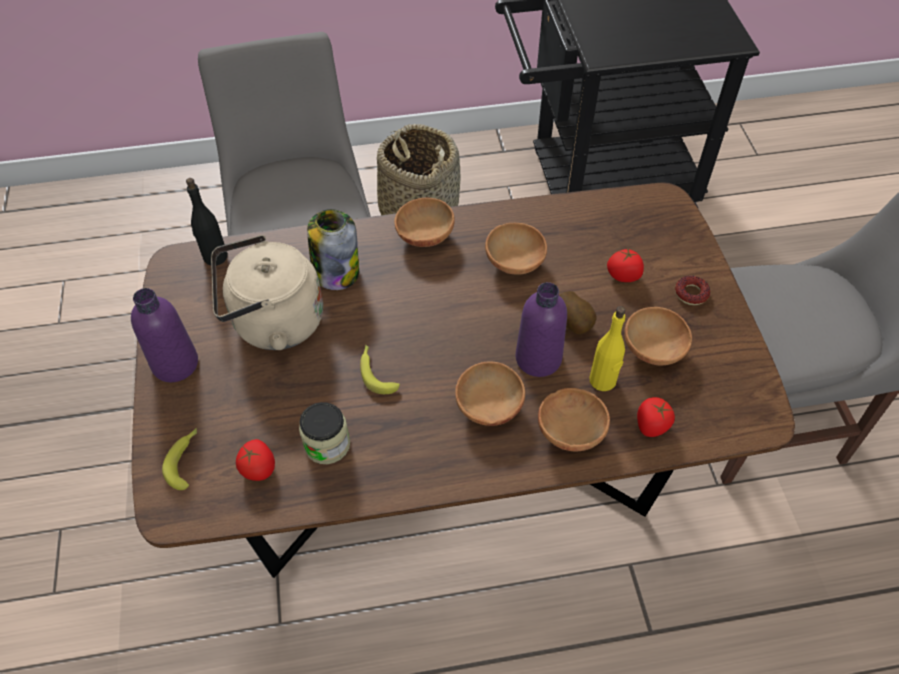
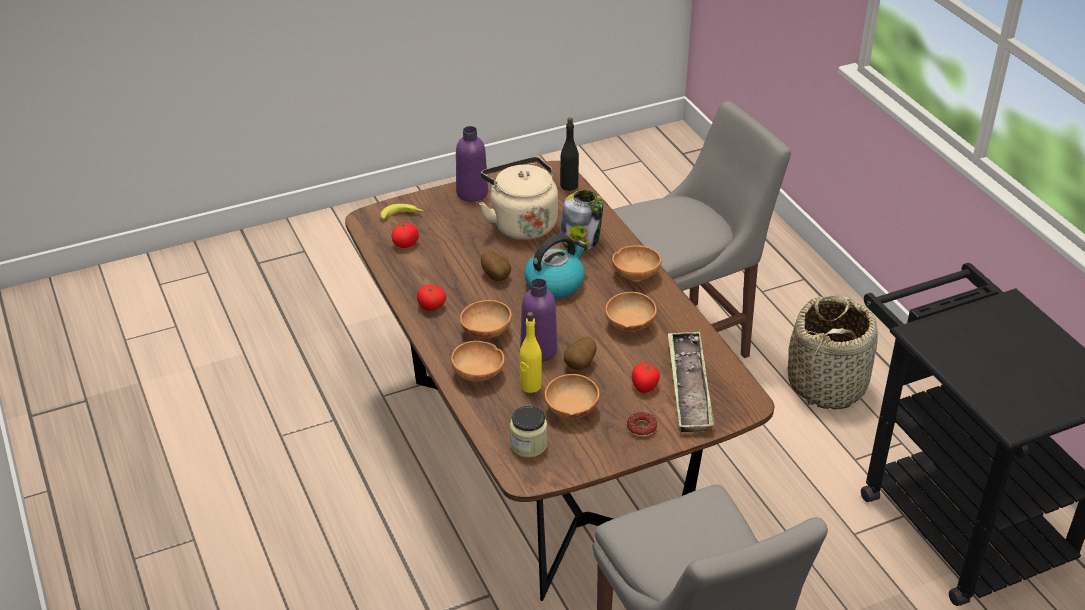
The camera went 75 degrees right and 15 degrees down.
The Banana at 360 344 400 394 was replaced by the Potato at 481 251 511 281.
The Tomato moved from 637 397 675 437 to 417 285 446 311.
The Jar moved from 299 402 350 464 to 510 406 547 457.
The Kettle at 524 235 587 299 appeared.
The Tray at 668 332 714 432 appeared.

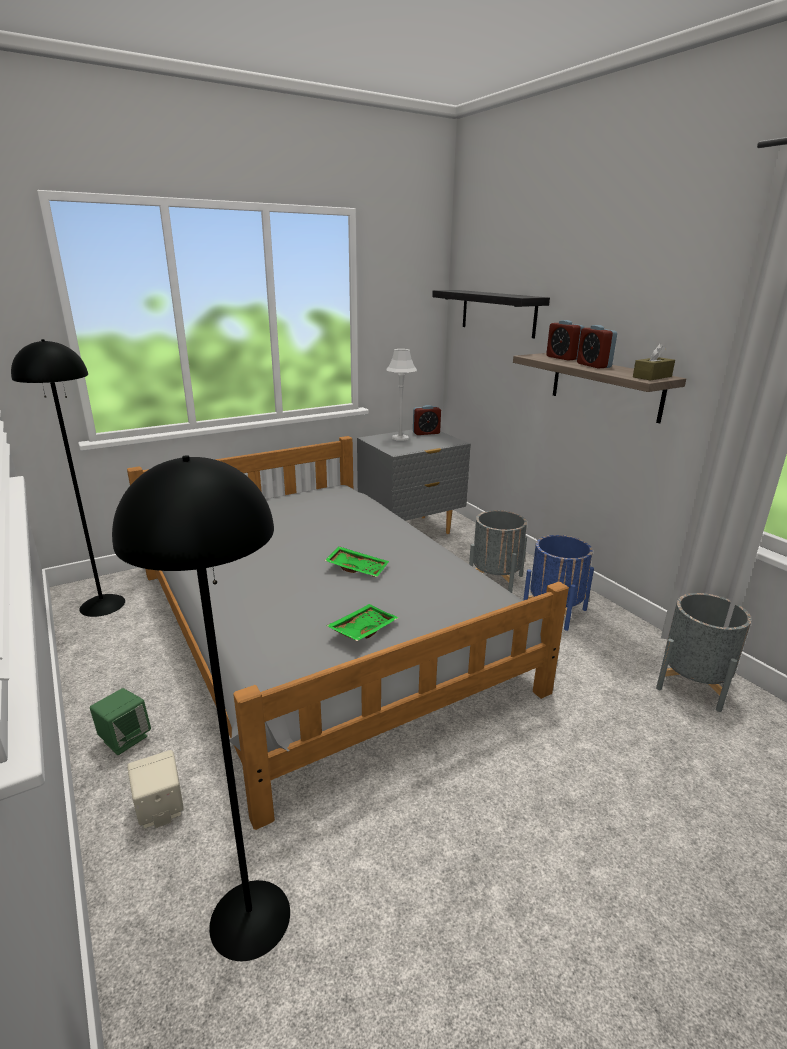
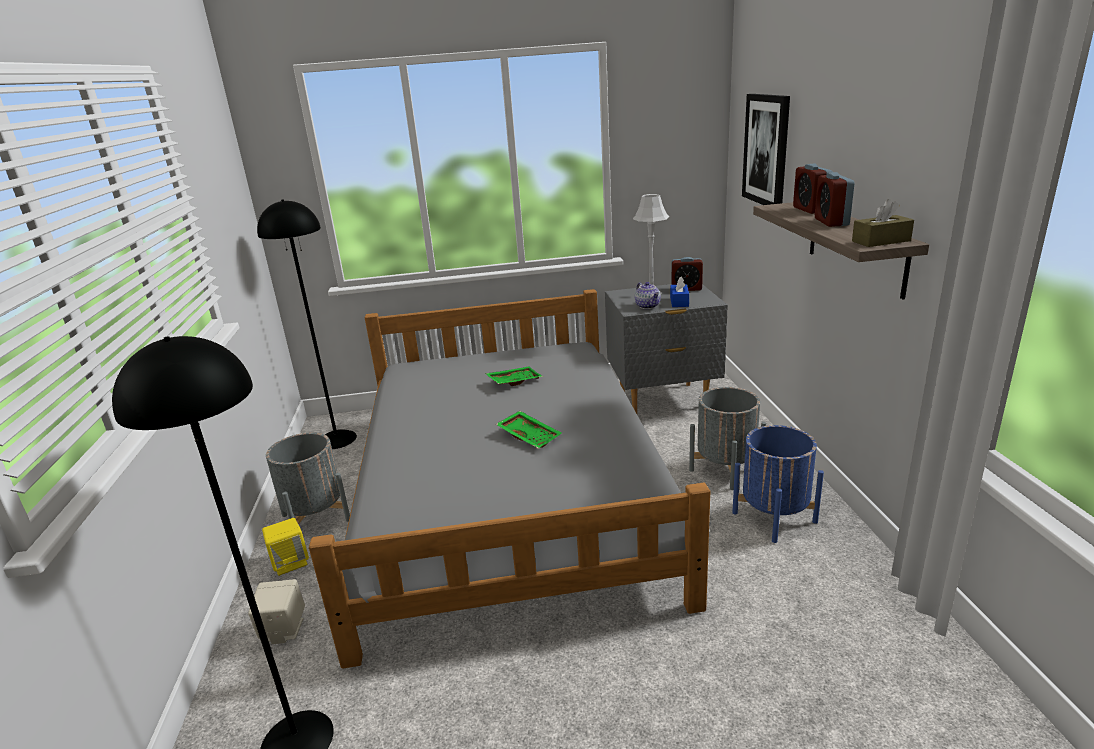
The camera went 25 degrees right and 0 degrees up.
The BlackShelf at 432 290 550 338 was replaced by the Picture at 742 94 790 205.
The GreyPlanter moved from 656 593 752 712 to 266 433 350 525.
The GreenTray moved from 326 604 399 641 to 485 366 543 386.
The GreenSpeaker at 90 688 151 755 became the YellowSpeaker at 262 518 309 576.
The BlueTissueBox at 670 277 689 307 appeared.
The Teapot at 635 282 661 309 appeared.

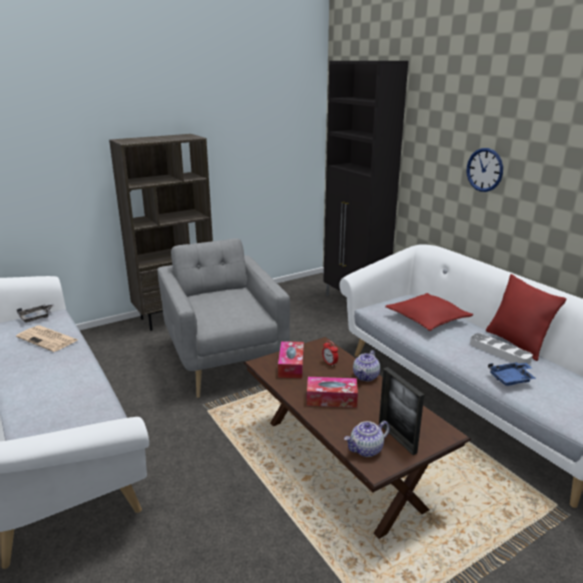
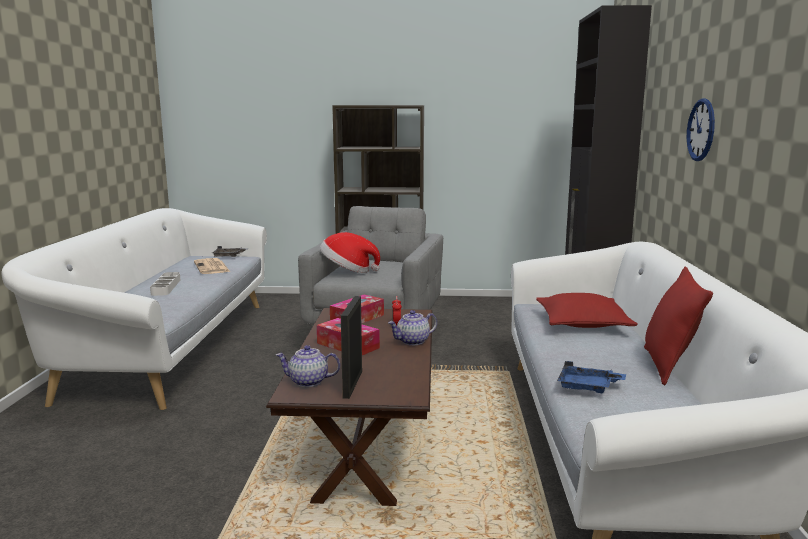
The camera went 35 degrees right and 10 degrees down.
The WhiteTray moved from 470 333 533 365 to 150 272 180 296.
The Hat at 320 232 380 273 appeared.

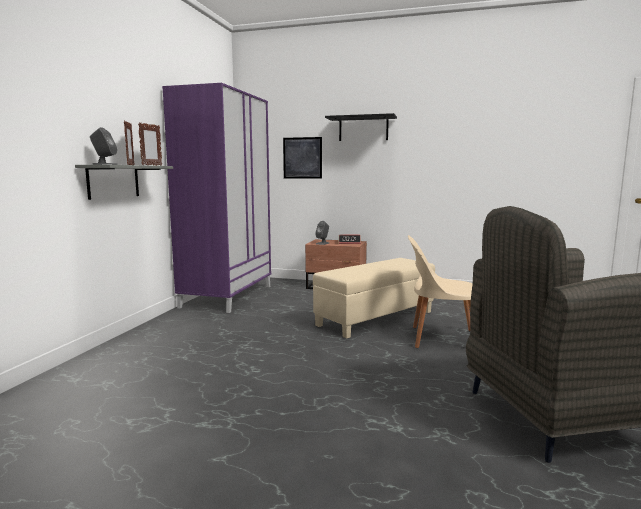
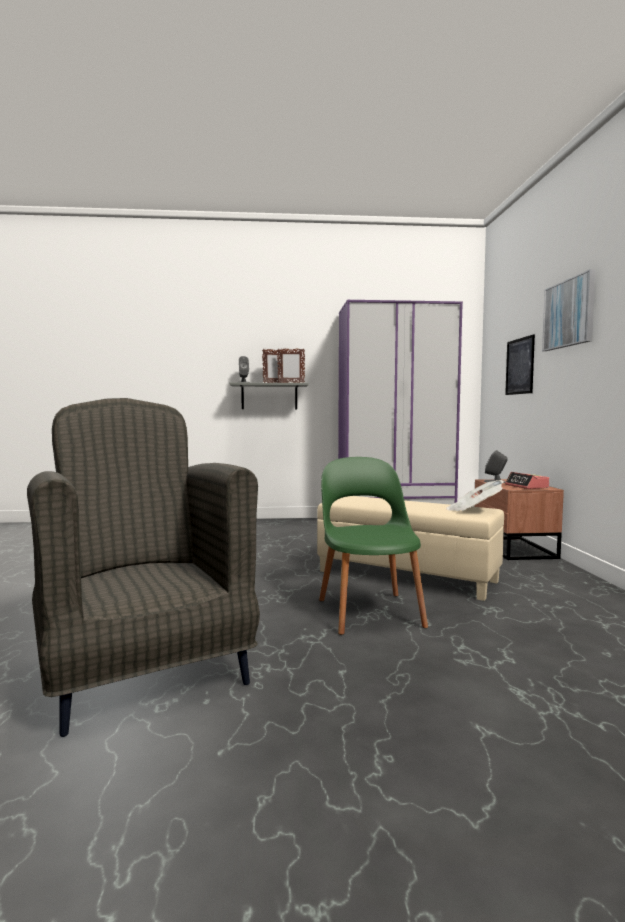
The camera went 70 degrees right and 5 degrees down.
The BlackShelf at 325 113 397 141 was replaced by the Picture at 542 269 596 351.
The BeigeChair at 408 235 473 348 became the GreenChair at 319 457 428 635.
The Newspaper at 446 480 504 511 appeared.

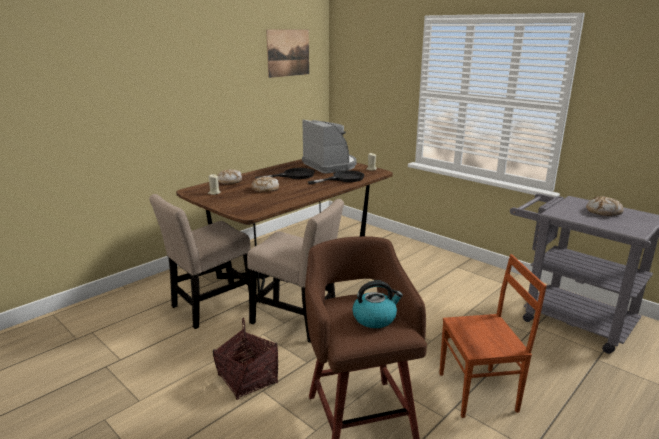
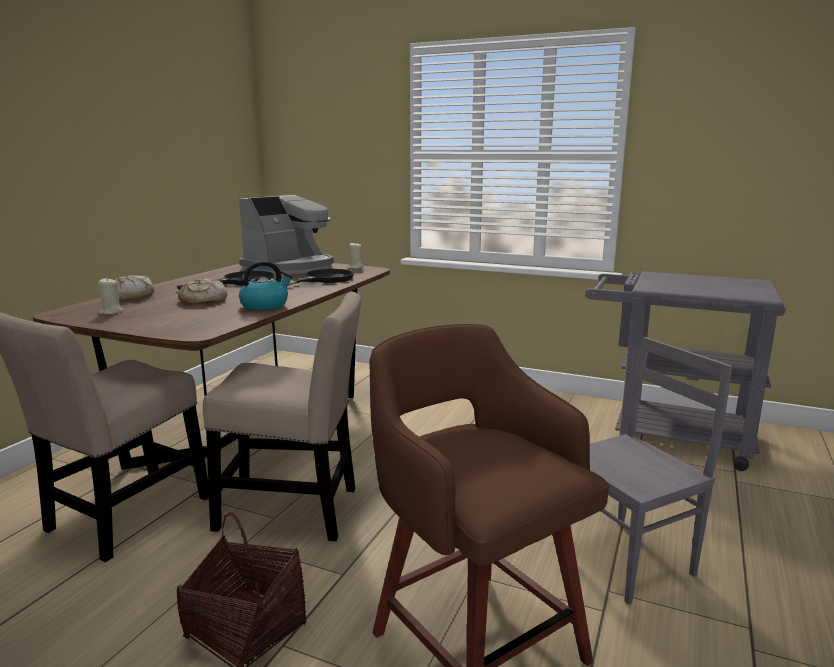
The camera went 20 degrees left and 5 degrees down.
The Picture at 266 29 309 78 disappeared.
The CoffeeMachine at 302 120 357 174 turned 90 degrees clockwise.
The Bread at 586 196 624 216 disappeared.
The BrownChair at 439 254 547 418 became the GreyChair at 590 337 733 605.
The Kettle moved from 352 281 403 328 to 239 261 293 311.

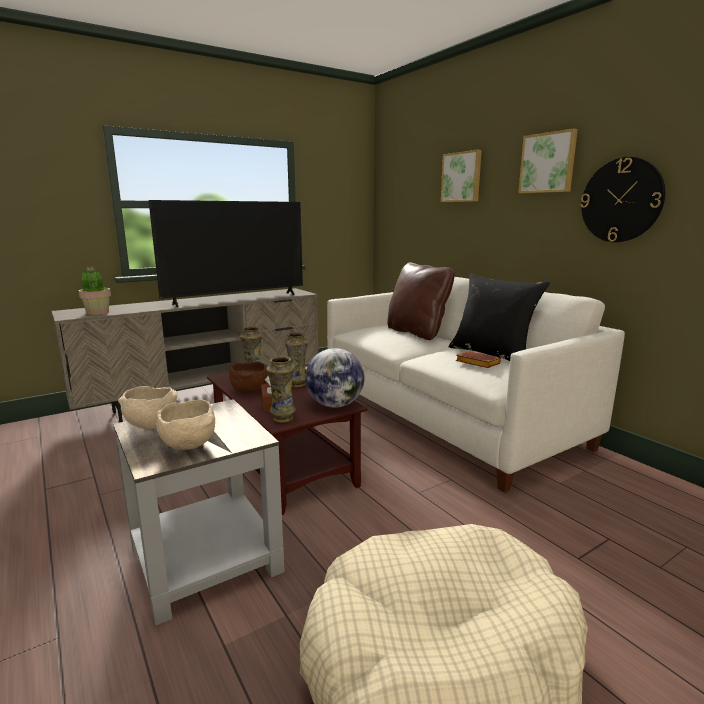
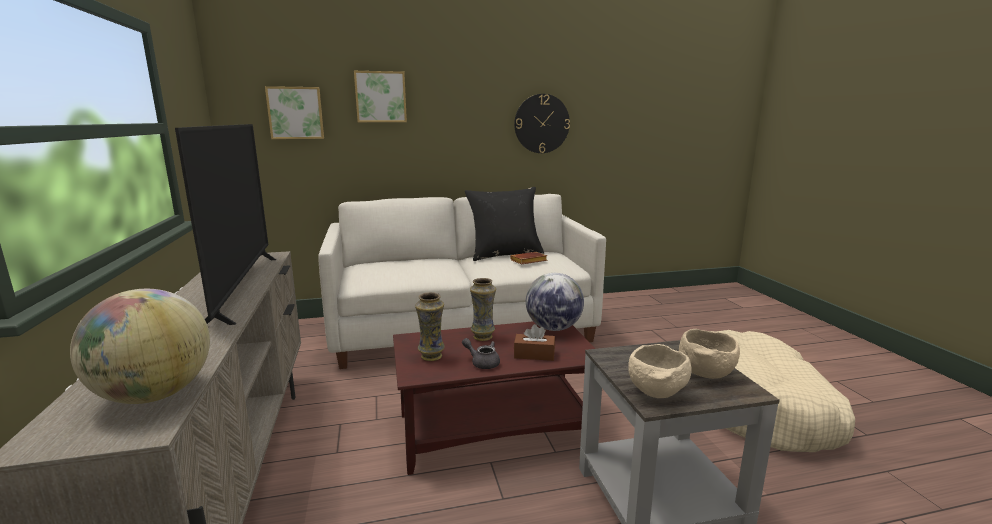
The camera went 70 degrees left and 0 degrees up.
The Picture moved from 518 129 578 193 to 265 86 324 139.
The BrownPillow at 387 263 455 340 disappeared.
The PottedPlant at 79 266 111 315 was replaced by the Globe at 70 289 210 404.
The Vase at 266 357 296 423 disappeared.
The BrownBowl at 229 362 268 393 was replaced by the GreyTeapot at 462 338 500 369.

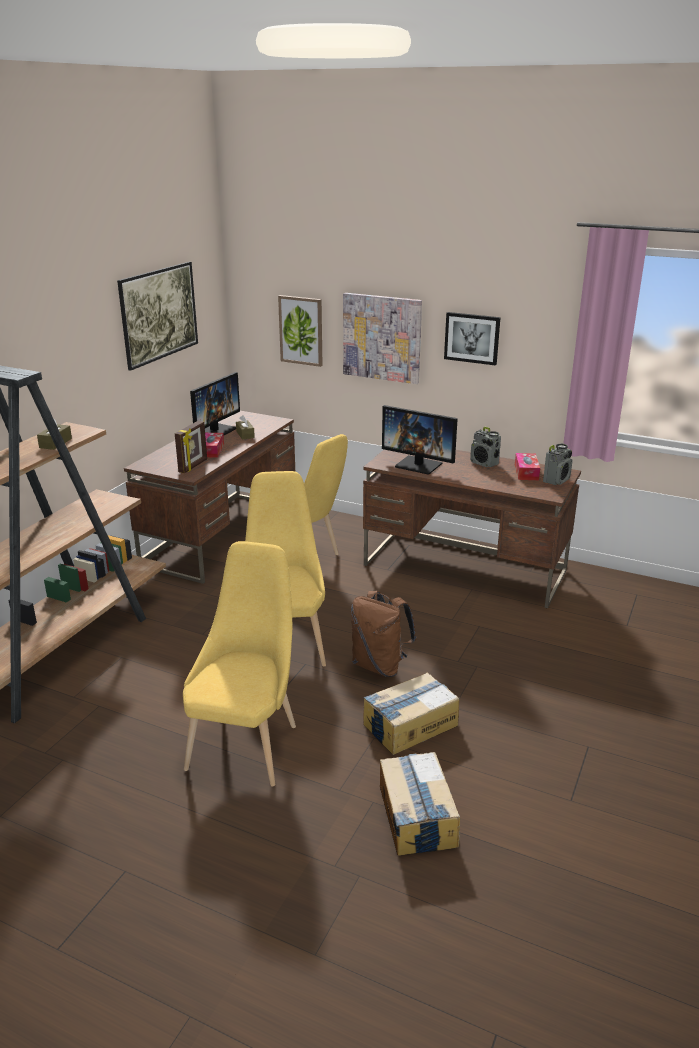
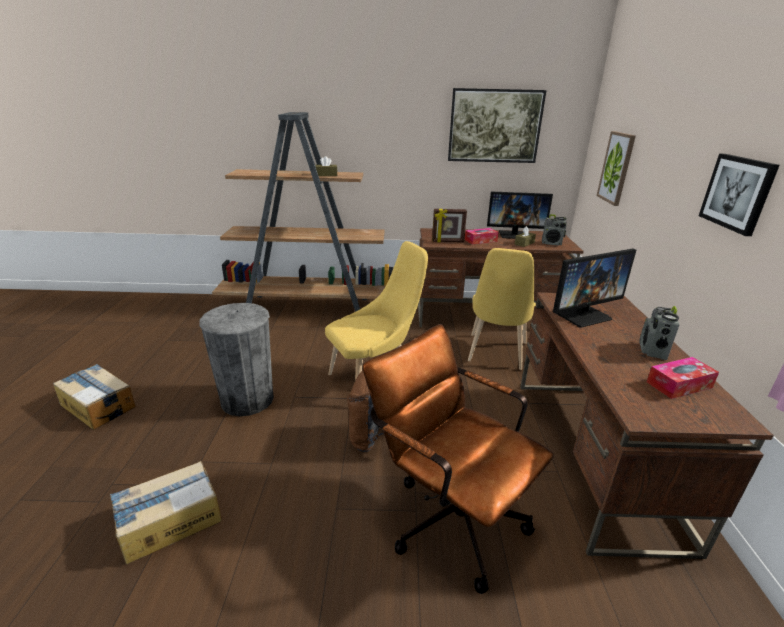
The camera went 65 degrees right and 0 degrees up.
The Picture at 343 293 422 384 disappeared.
The Monitor at 382 405 458 474 turned 120 degrees counterclockwise.
The Radio moved from 543 444 573 485 to 542 214 567 245.
The YellowChair at 183 541 296 787 was replaced by the GreyTrashCan at 199 303 274 416.
The CardboardBox moved from 363 673 459 755 to 53 364 136 430.
The BrownOfficeChair at 363 324 554 594 appeared.

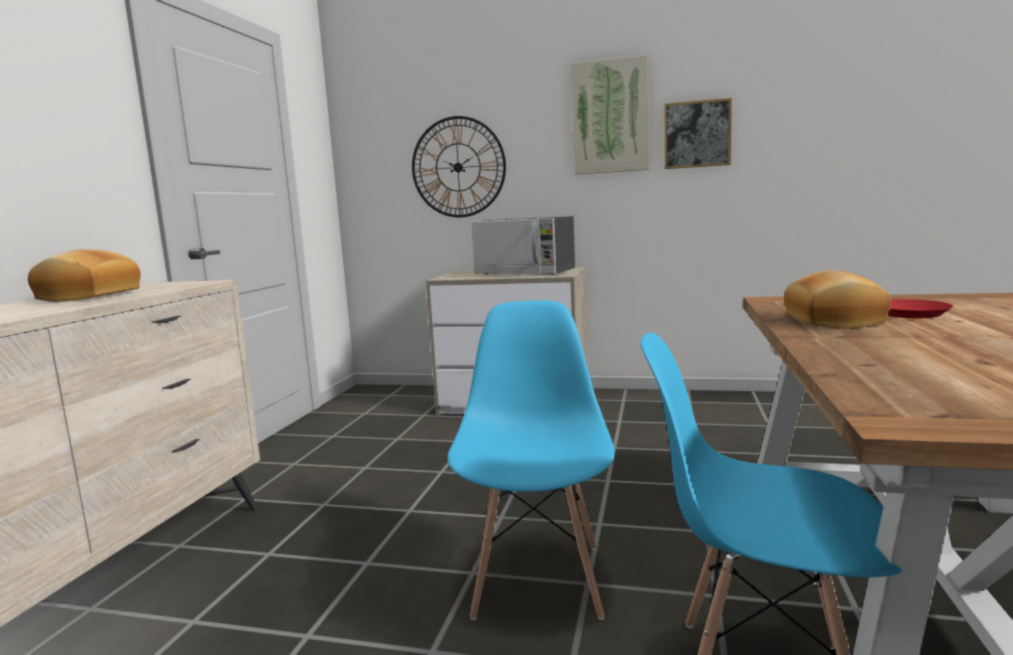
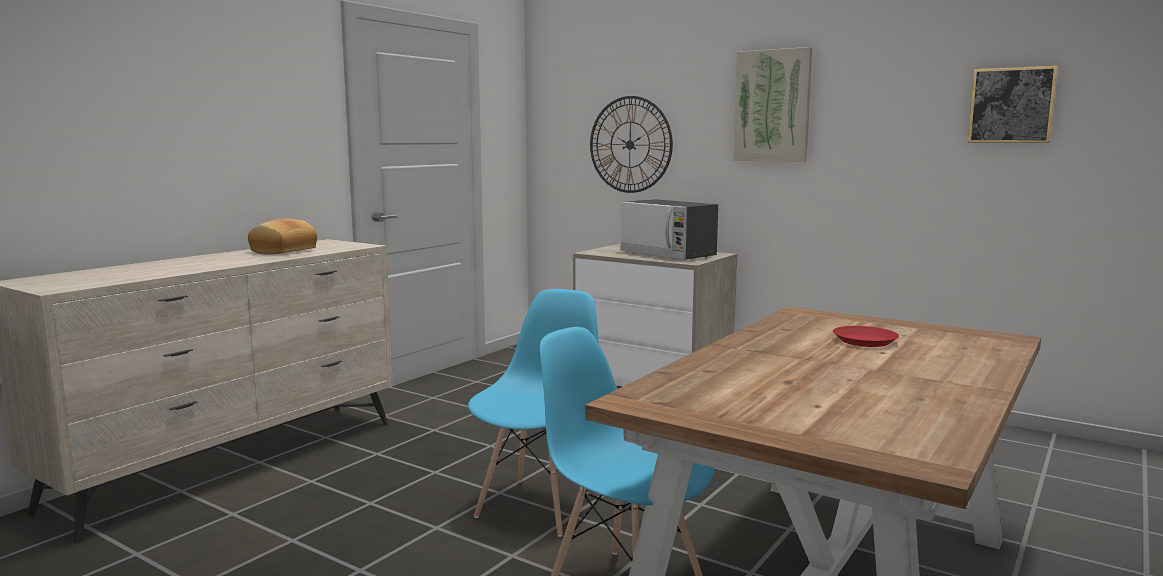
The camera went 20 degrees right and 0 degrees up.
The Picture moved from 665 98 732 169 to 968 66 1058 143.
The Bread at 784 270 891 329 disappeared.

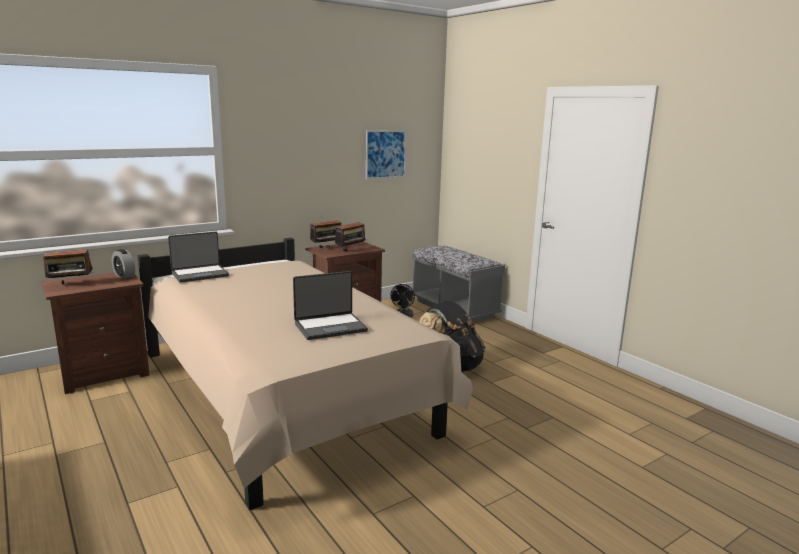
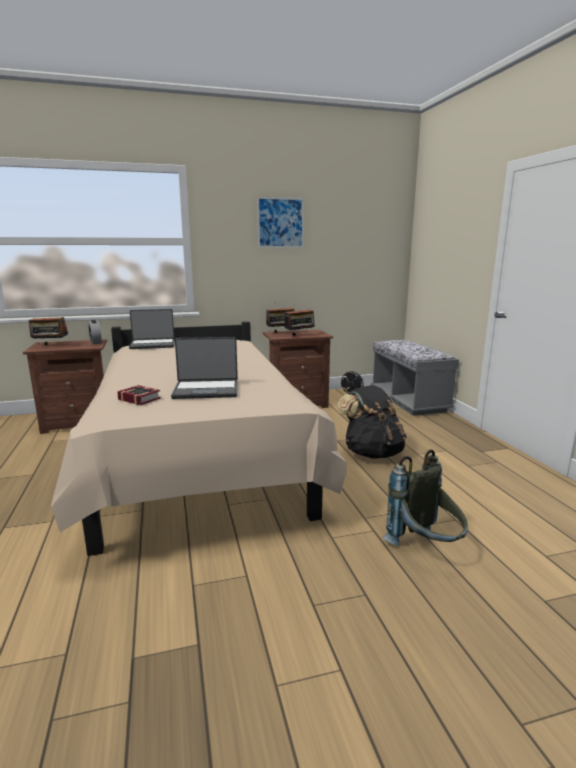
The camera went 20 degrees right and 0 degrees up.
The Picture moved from 366 130 406 179 to 257 197 304 247.
The Book at 117 385 161 405 appeared.
The GreyBackpack at 383 449 468 546 appeared.

